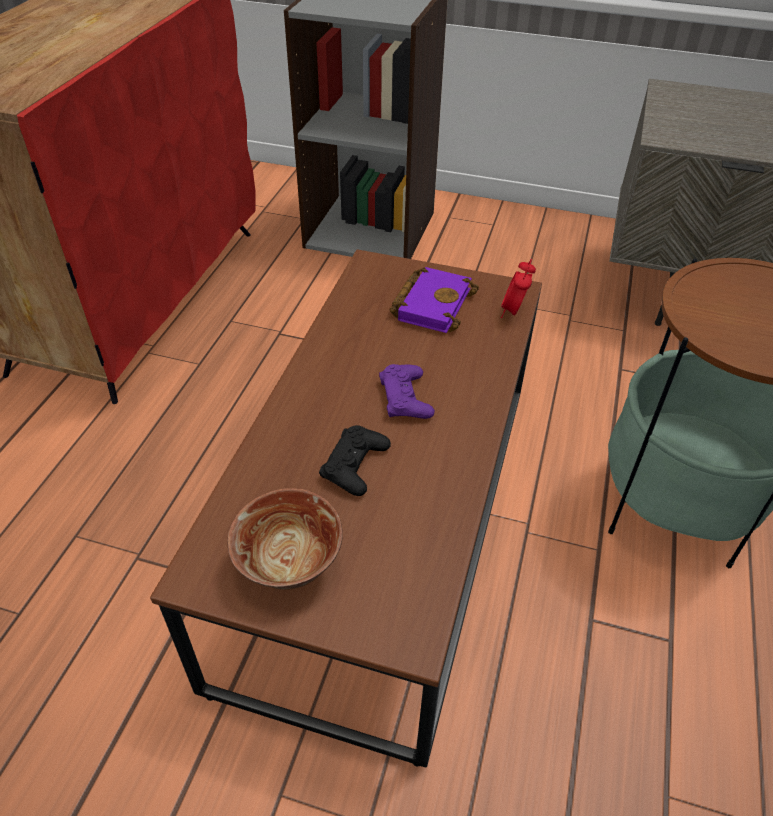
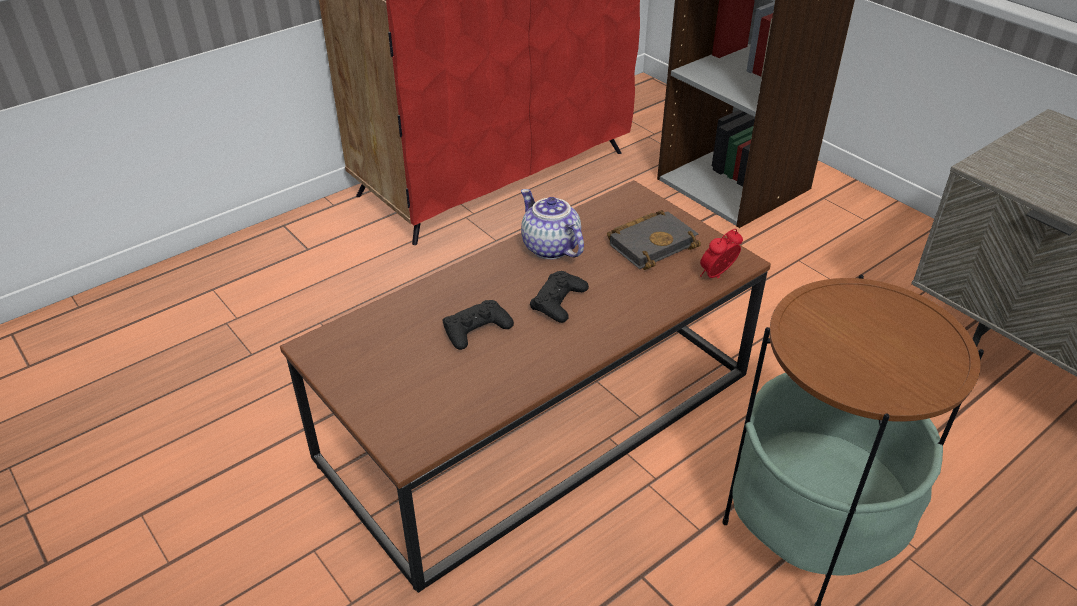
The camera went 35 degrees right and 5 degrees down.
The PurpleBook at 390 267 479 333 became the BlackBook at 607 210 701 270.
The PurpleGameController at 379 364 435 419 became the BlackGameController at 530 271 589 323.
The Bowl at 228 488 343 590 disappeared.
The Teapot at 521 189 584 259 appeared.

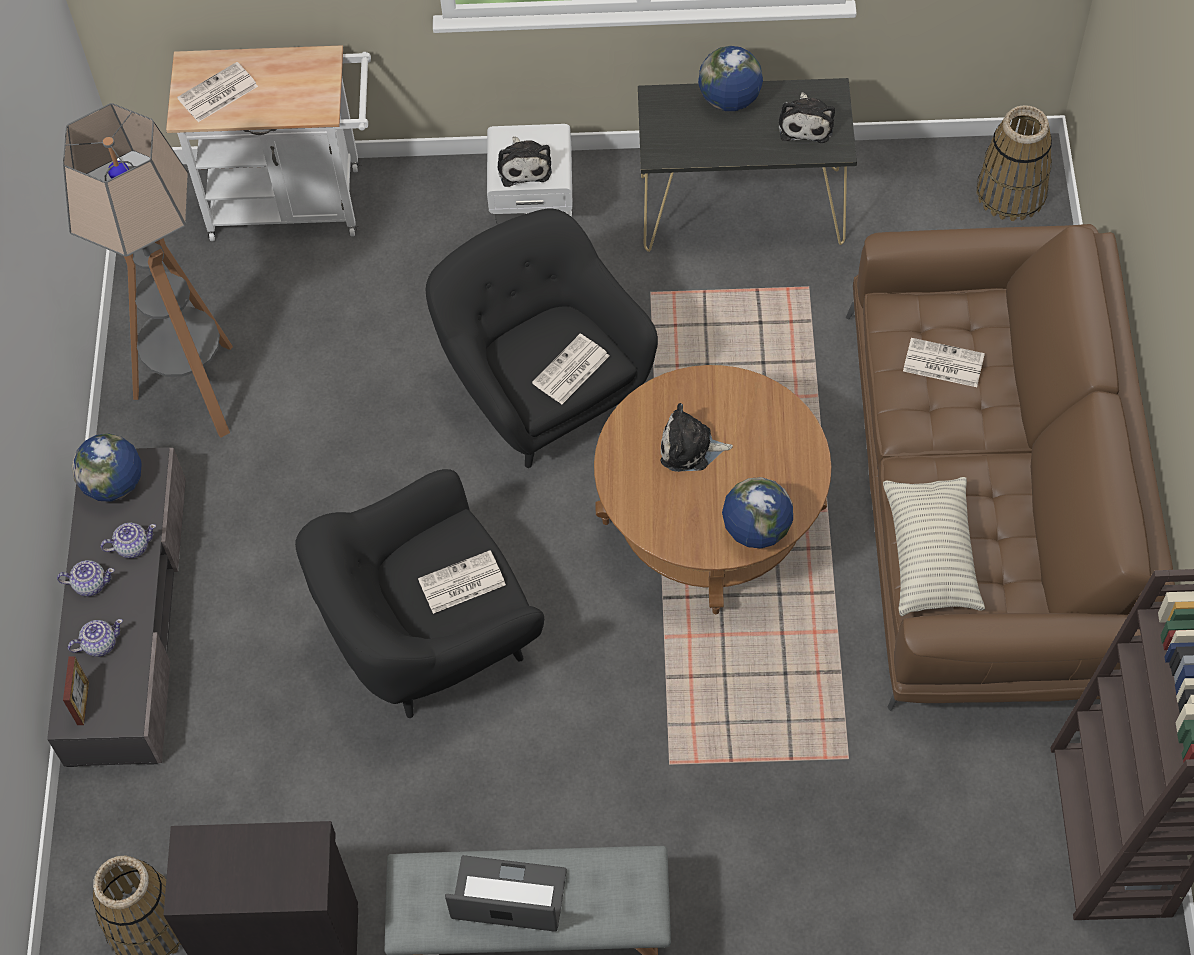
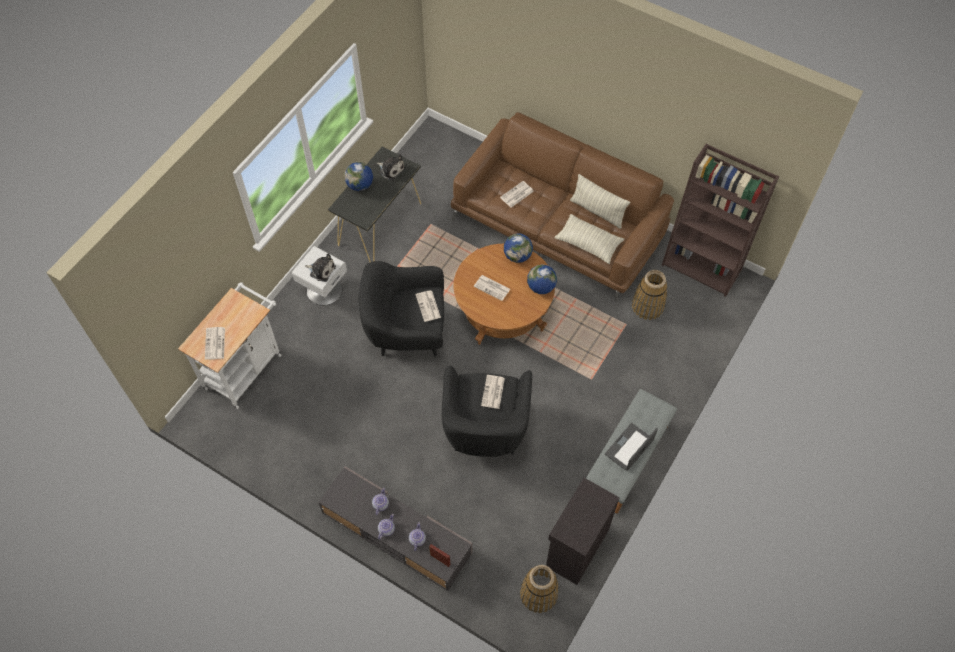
The camera went 60 degrees left and 0 degrees up.
The FloorLamp at 63 103 233 438 disappeared.
The Basket moved from 976 105 1052 221 to 632 270 667 320.
The PlushToy at 661 403 733 472 was replaced by the Newspaper at 474 275 510 301.
The Globe moved from 72 434 142 502 to 504 233 533 263.
The Pillow at 570 174 630 229 appeared.

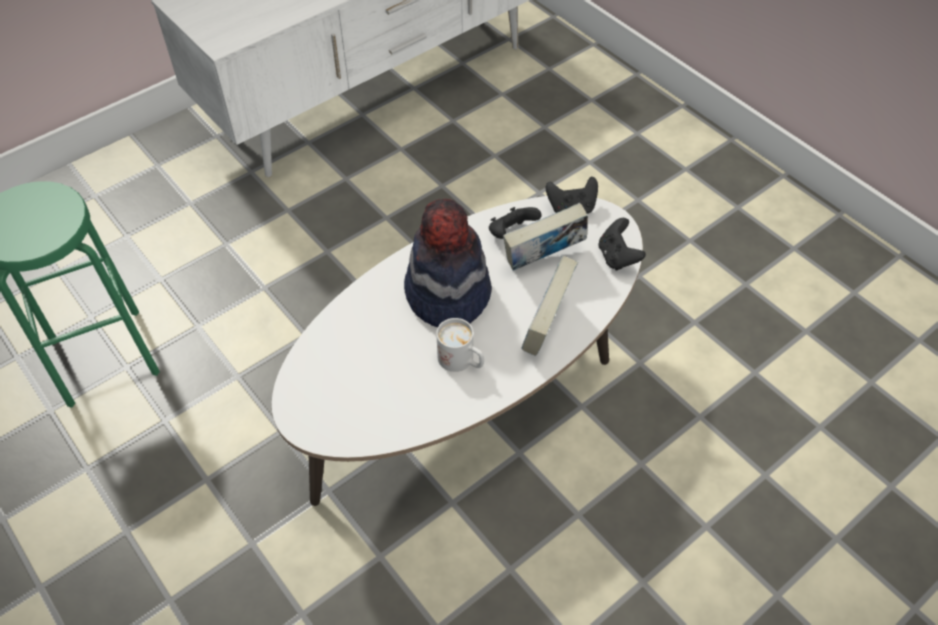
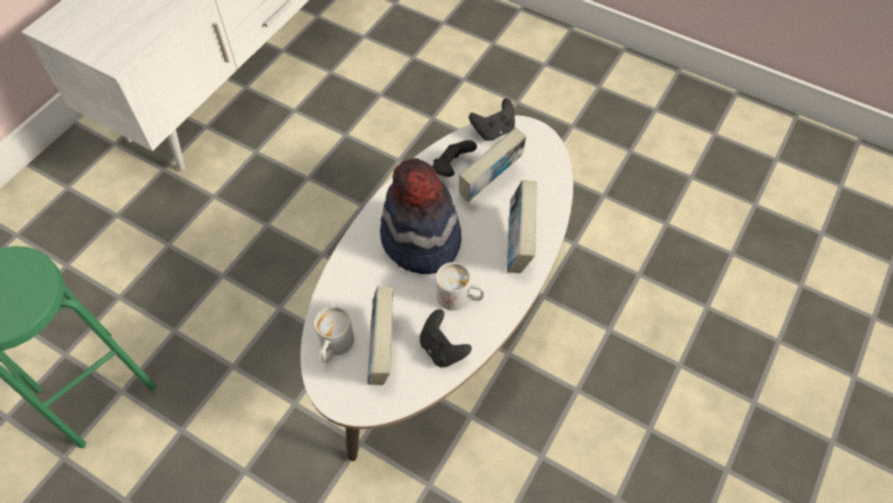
The camera went 20 degrees left and 5 degrees up.
The BlackGameController moved from 598 218 646 271 to 420 309 472 368.
The Book at 367 286 394 385 appeared.
The WhiteMug at 315 306 354 363 appeared.

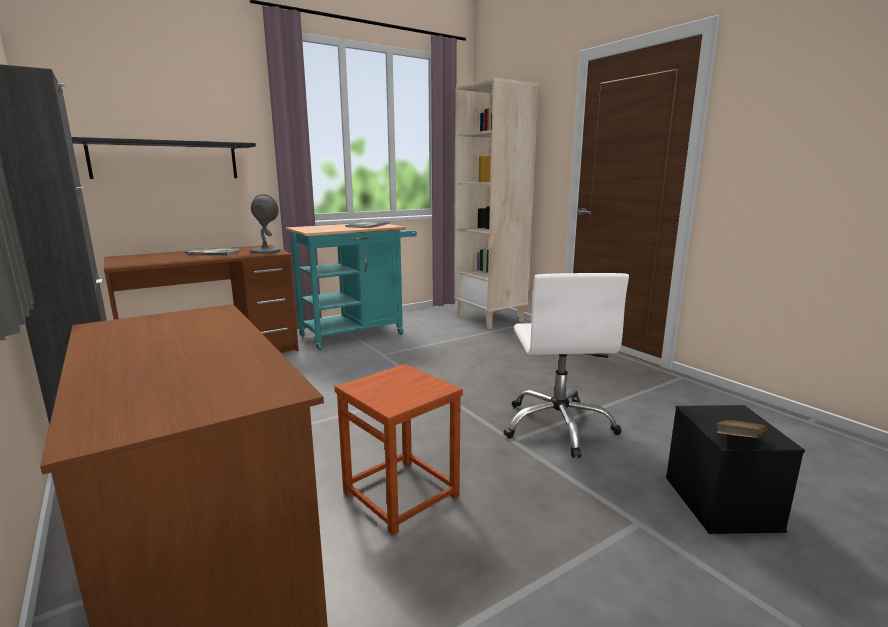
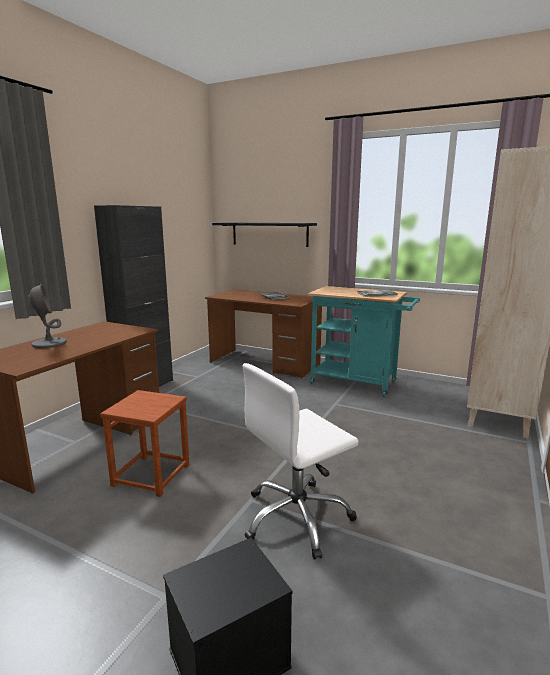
The camera went 60 degrees right and 0 degrees up.
The GreyTableLamp moved from 250 194 280 254 to 29 284 67 348.
The BrownBook at 716 420 767 438 disappeared.

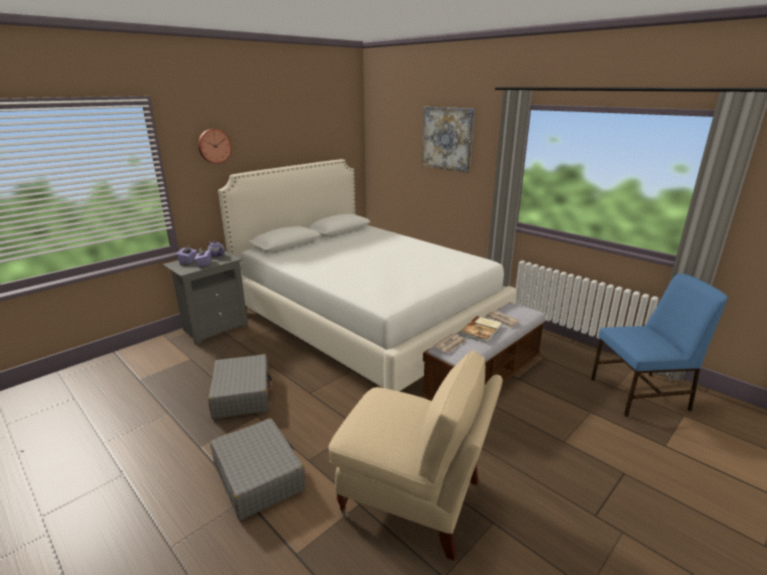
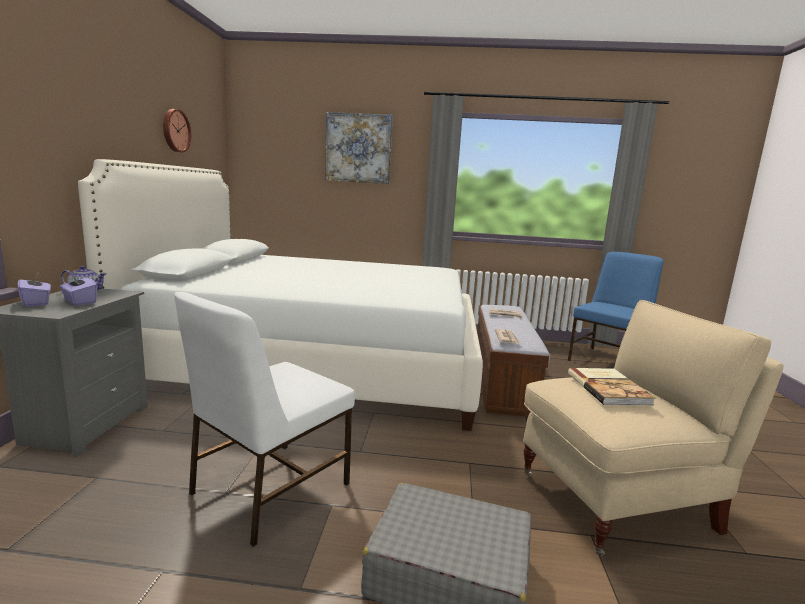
The camera went 40 degrees left and 10 degrees down.
The WallClock moved from 198 129 232 164 to 163 109 191 153.
The Book moved from 459 316 502 343 to 568 368 656 405.
The GreySuitcase at 208 354 273 419 was replaced by the WhiteChair at 174 292 355 547.

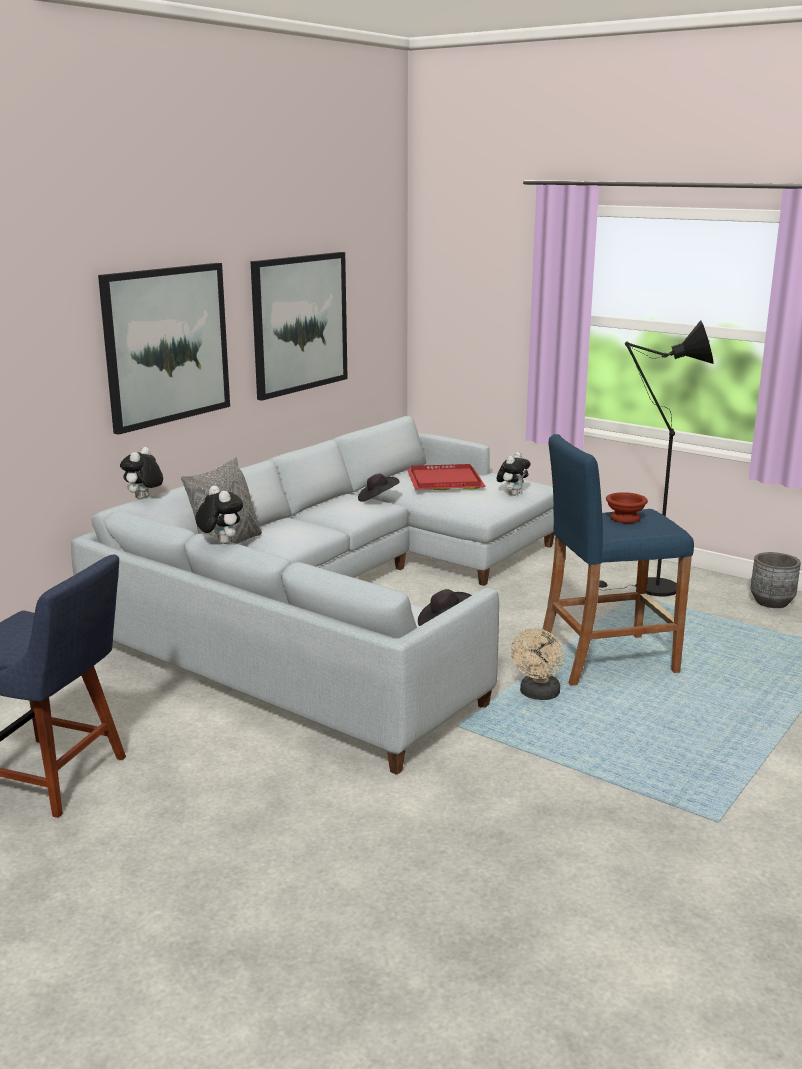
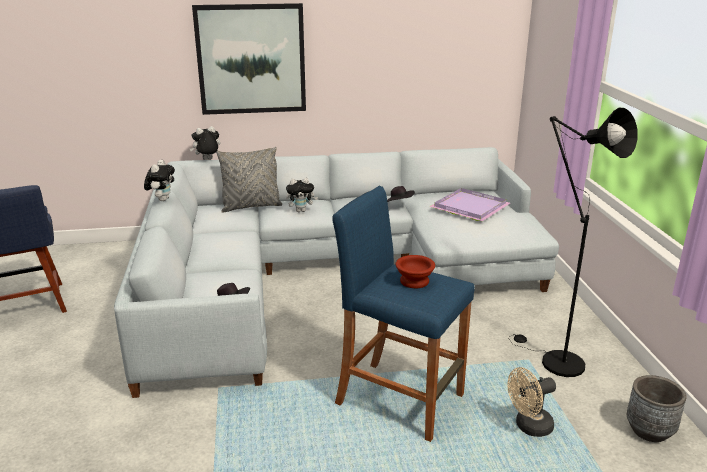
The camera went 45 degrees right and 5 degrees up.
The Picture at 250 252 348 401 disappeared.
The PlushToy moved from 497 452 531 496 to 286 178 318 212.
The RedTray at 407 464 486 490 became the PurpleTray at 429 188 510 221.
The BeigeFan moved from 511 628 563 700 to 508 367 556 437.

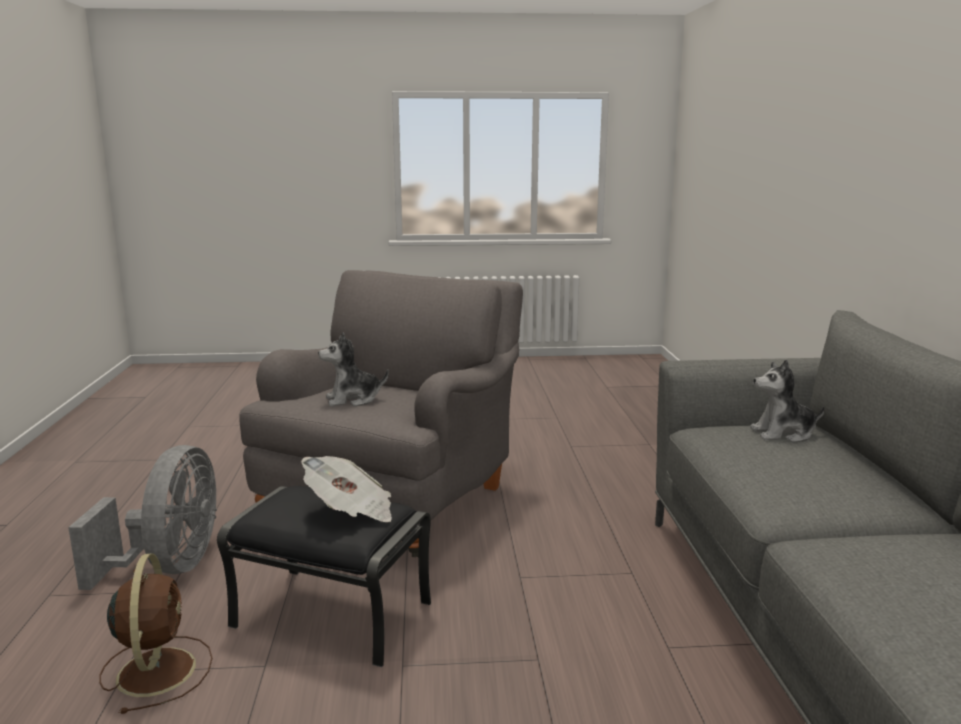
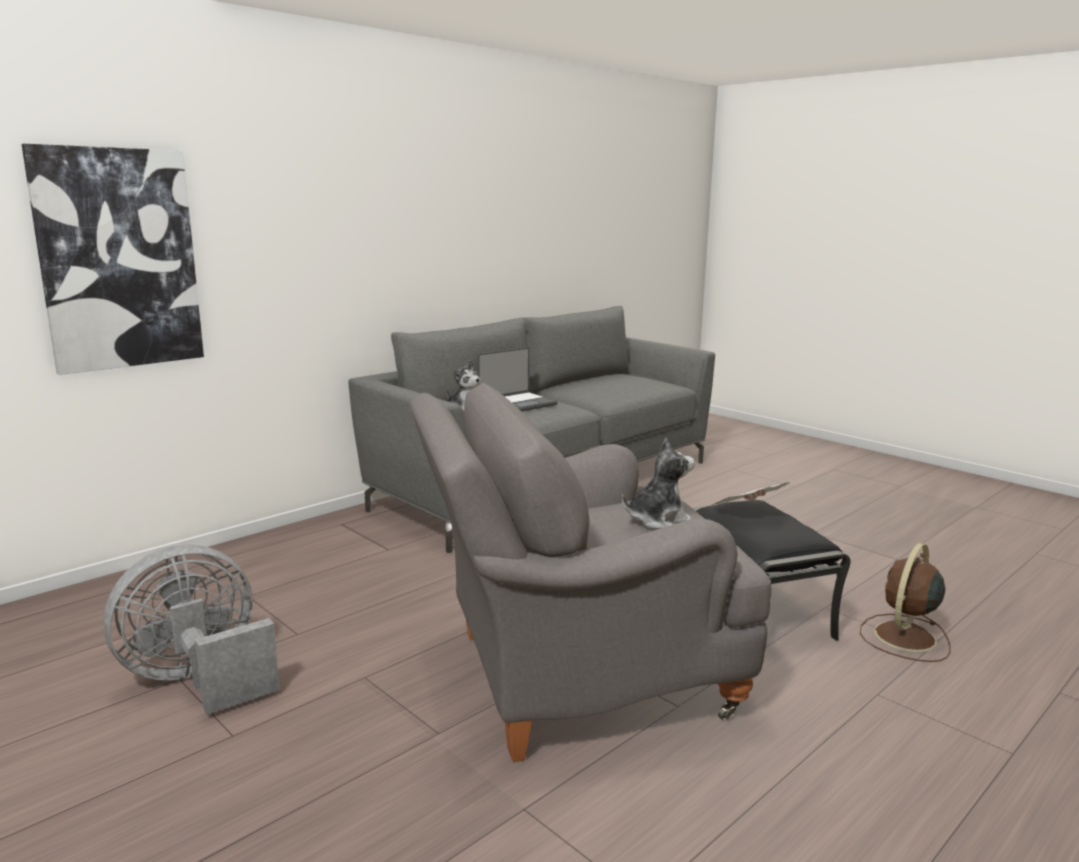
The camera went 130 degrees left and 0 degrees up.
The PlushToy at 318 333 389 406 turned 60 degrees counterclockwise.
The GreyFan moved from 68 445 217 590 to 104 545 280 715.
The Picture at 22 144 204 375 appeared.
The Laptop at 477 347 558 412 appeared.

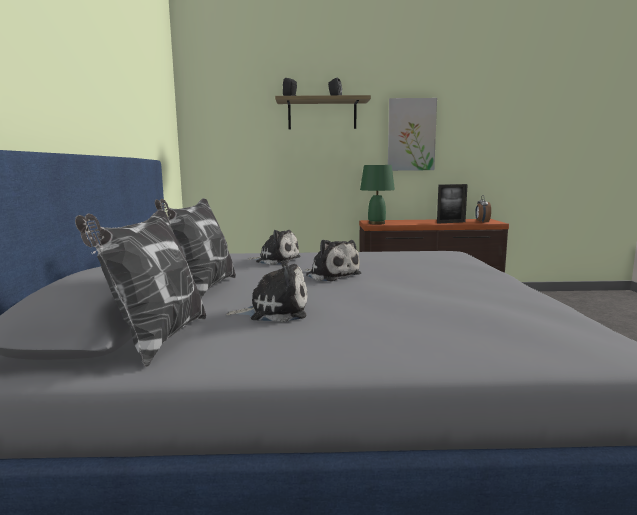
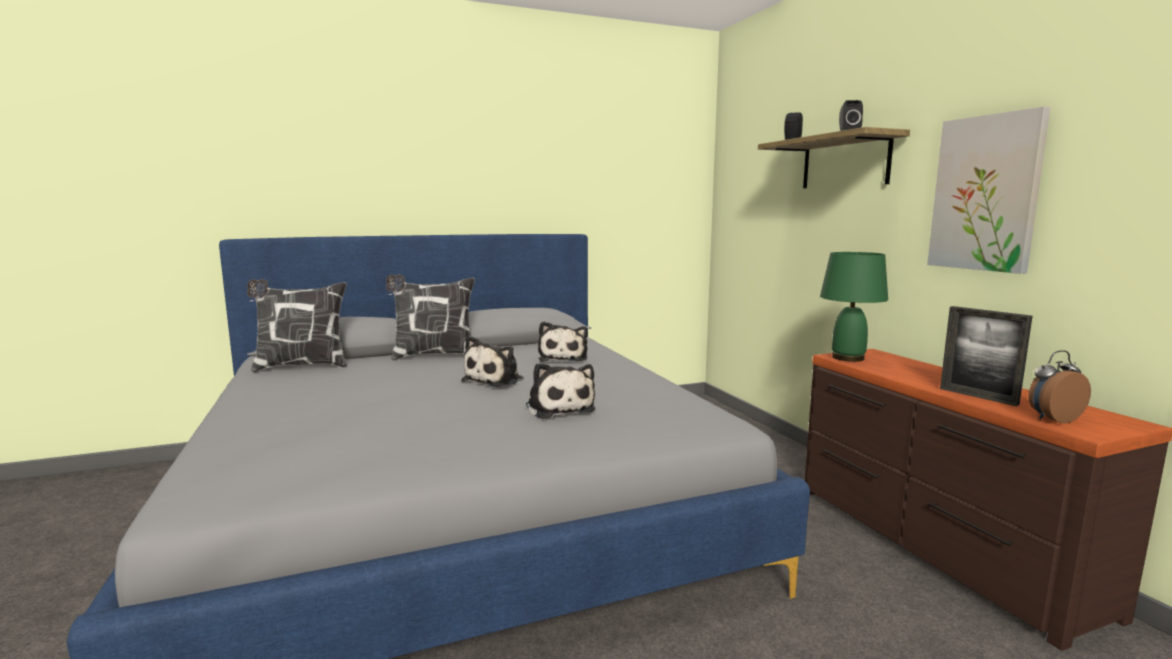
The camera went 70 degrees right and 0 degrees up.
The PlushToy moved from 226 261 308 322 to 526 363 595 419.

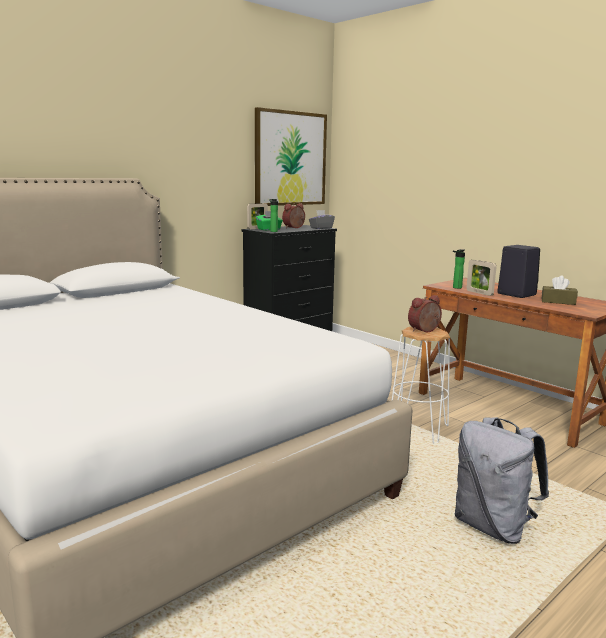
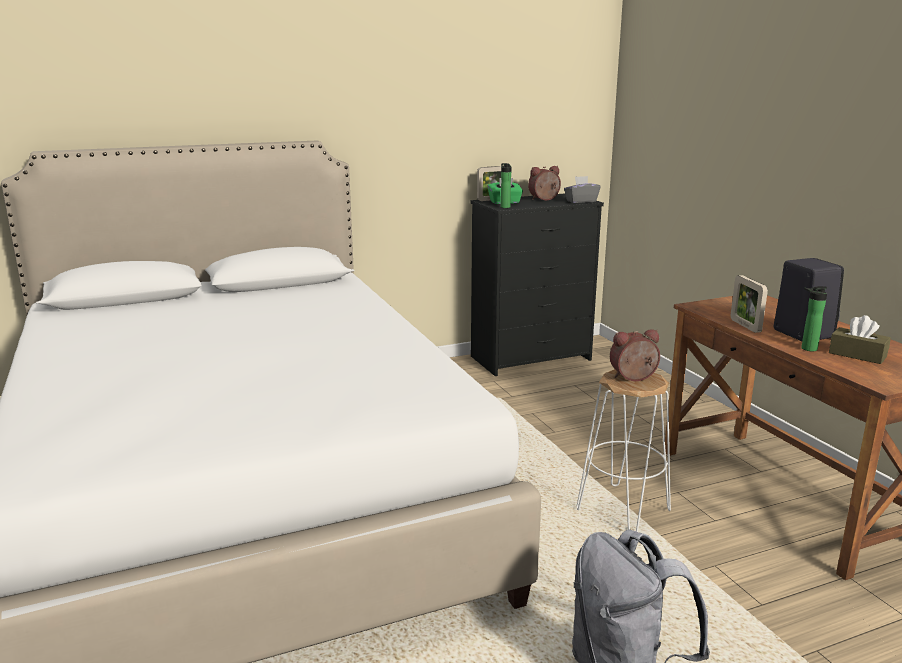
The camera went 20 degrees right and 5 degrees up.
The Picture at 255 107 327 206 disappeared.
The Bottle moved from 453 249 465 289 to 801 286 828 351.

